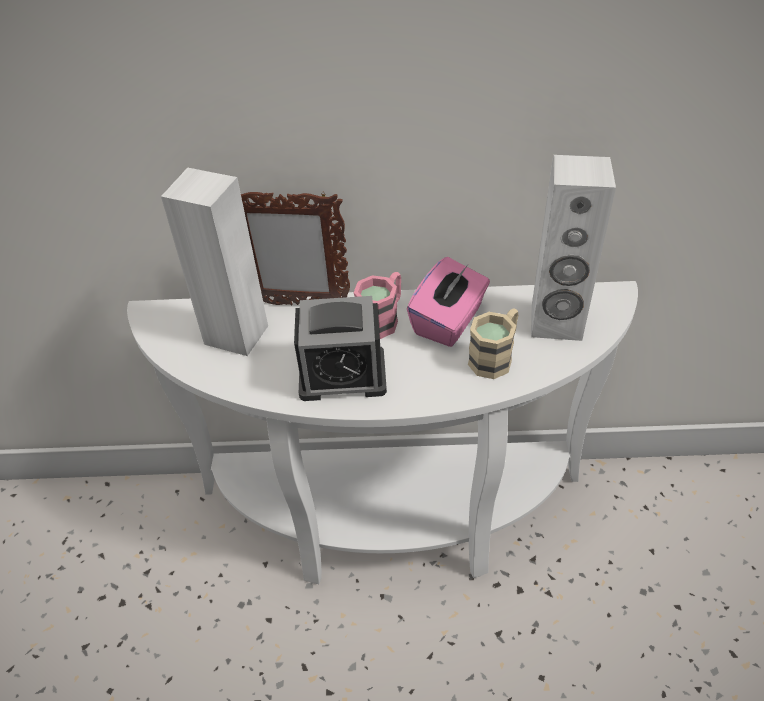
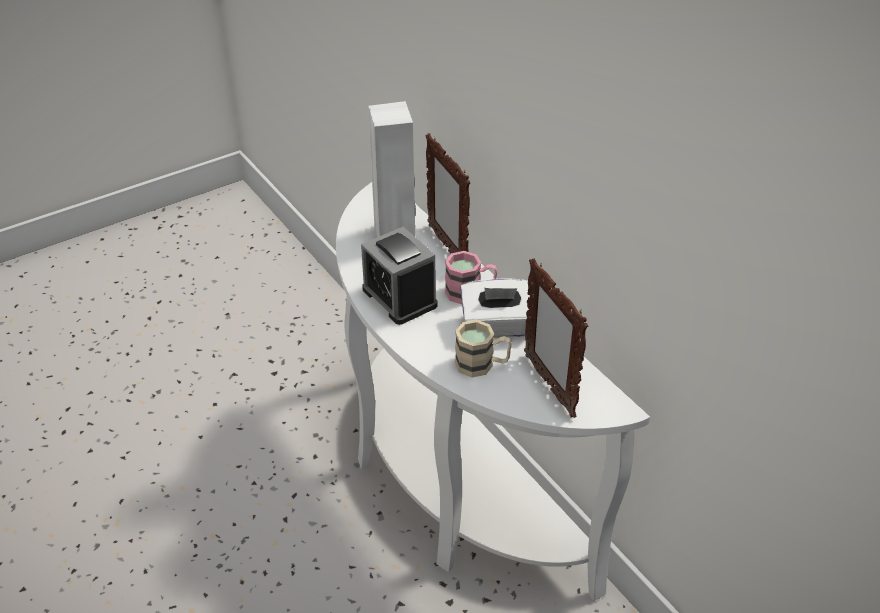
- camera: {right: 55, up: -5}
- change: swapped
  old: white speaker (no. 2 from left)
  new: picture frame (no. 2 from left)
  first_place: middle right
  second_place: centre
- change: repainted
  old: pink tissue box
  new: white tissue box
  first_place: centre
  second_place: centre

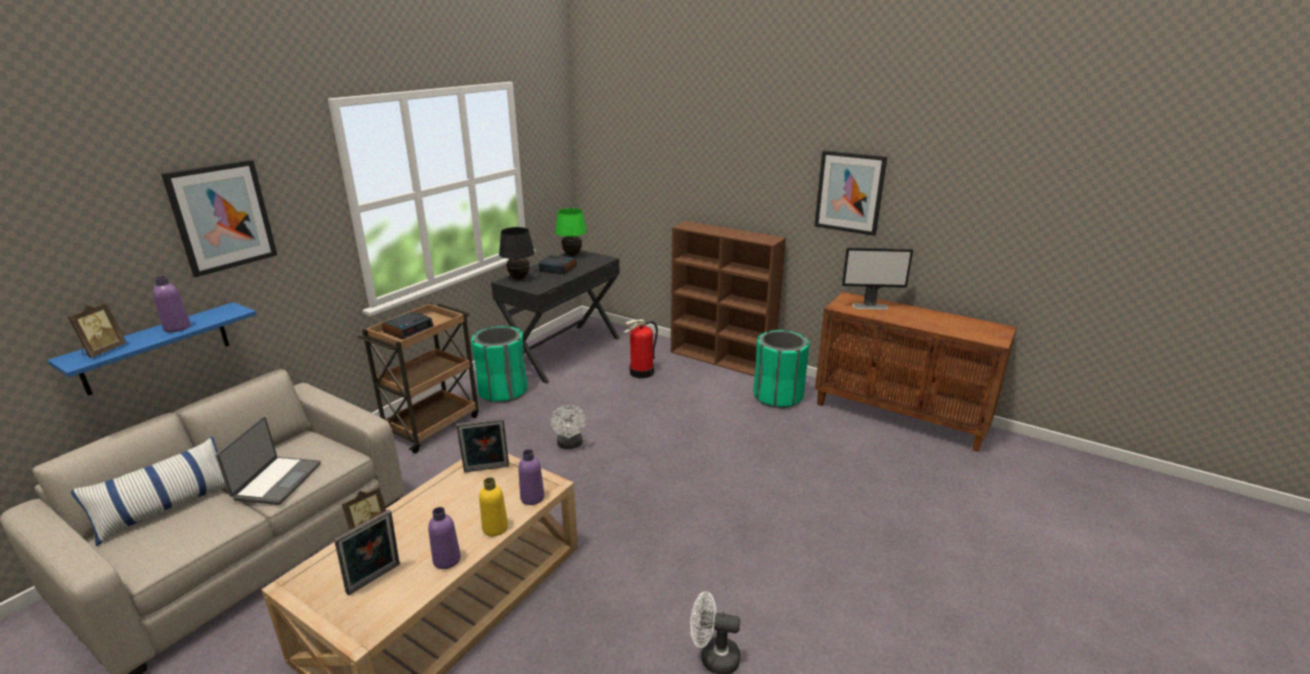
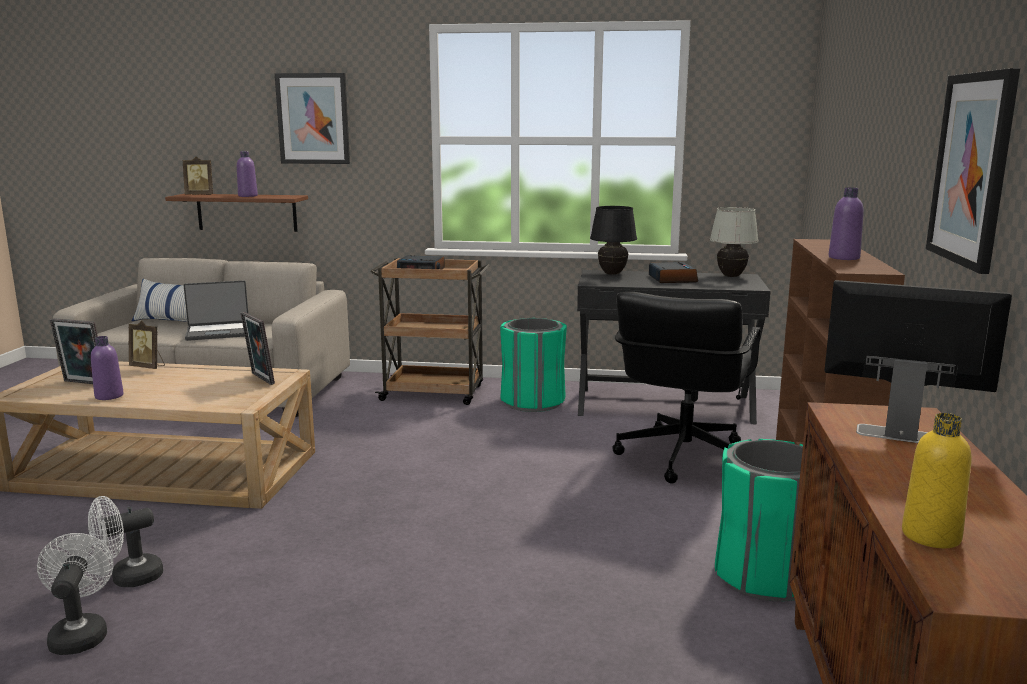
- camera: {right: 65, up: -10}
- change: shifted
  old: yellow bottle
  first_place: bottom centre
  second_place: bottom right
- change: shifted
  old: purple bottle (no. 3 from left)
  first_place: bottom centre
  second_place: top right
- change: shifted
  old: white fan (no. 1 from left in the first image)
  new: white fan (no. 2 from left)
  first_place: centre
  second_place: bottom left
- change: swapped
  old: fire extinguisher
  new: black office chair
  first_place: centre
  second_place: middle right
- change: repainted
  old: blue shelf
  new: brown shelf
  first_place: middle left
  second_place: top left
- change: repainted
  old: green table lamp
  new: white table lamp
  first_place: centre
  second_place: middle right
- change: rotated
  old: monitor
  first_place: middle right
  second_place: middle right
  degrees: 135

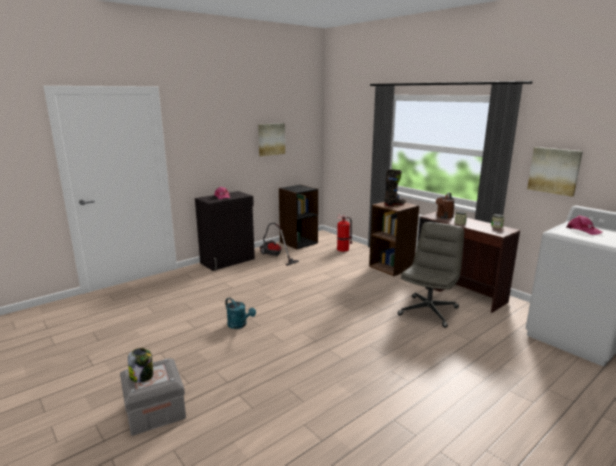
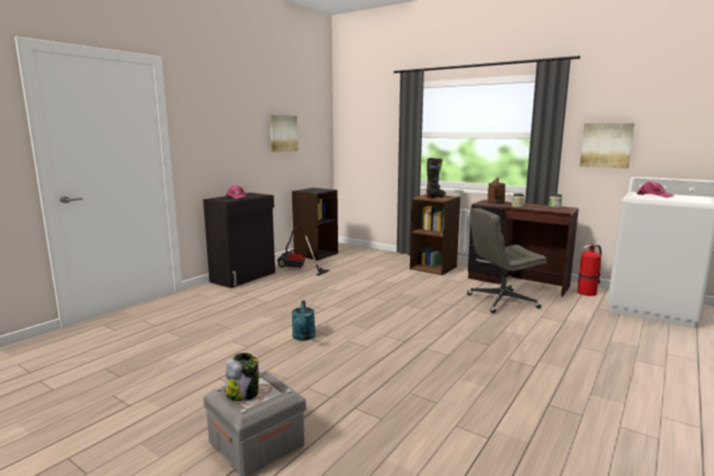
- camera: {right: -15, up: -5}
- change: shifted
  old: fire extinguisher
  first_place: centre
  second_place: middle right
- change: rotated
  old: turquoise watering can
  first_place: bottom centre
  second_place: bottom centre
  degrees: 60
- change: rotated
  old: grey office chair
  first_place: middle right
  second_place: middle right
  degrees: -120

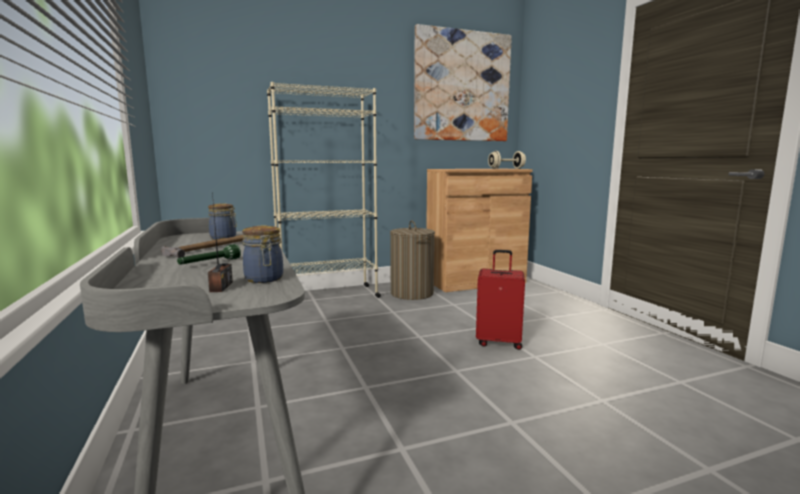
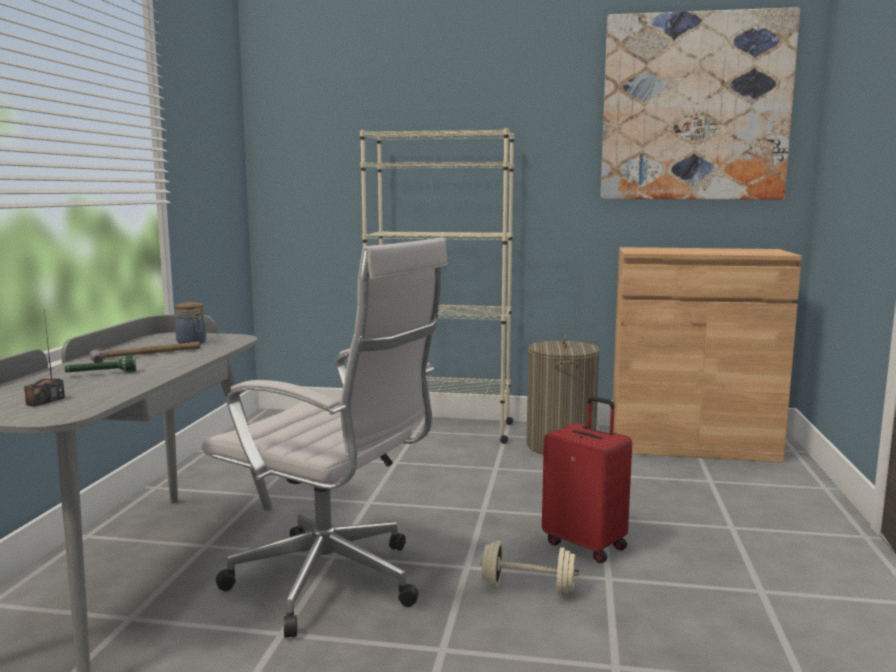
- camera: {right: 30, up: 0}
- change: gone
  old: jar (no. 2 from left)
  first_place: middle left
- change: new
  new: white office chair
  second_place: centre
- change: shifted
  old: beige dumbbell
  first_place: top centre
  second_place: bottom centre

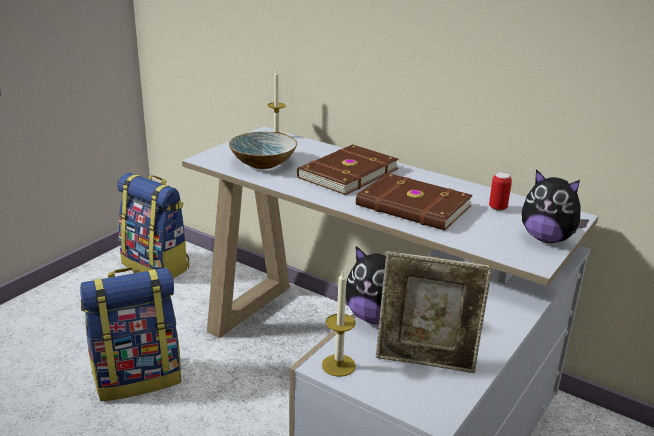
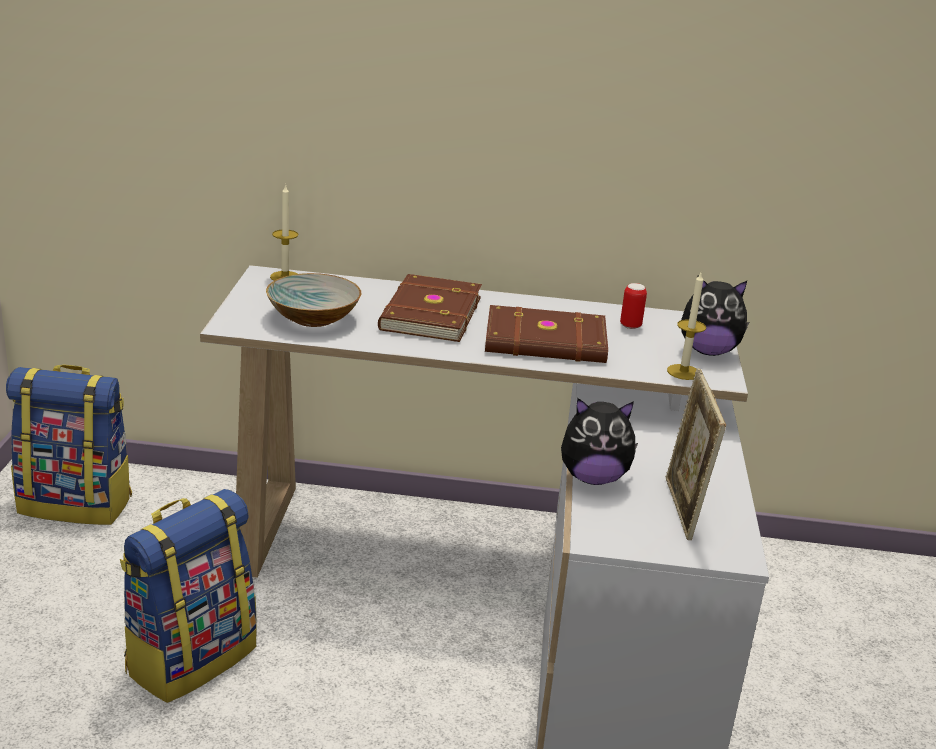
- camera: {right: -30, up: 0}
- change: shifted
  old: candle (no. 2 from left)
  first_place: bottom centre
  second_place: middle right
- change: rotated
  old: picture frame
  first_place: bottom centre
  second_place: middle right
  degrees: 105

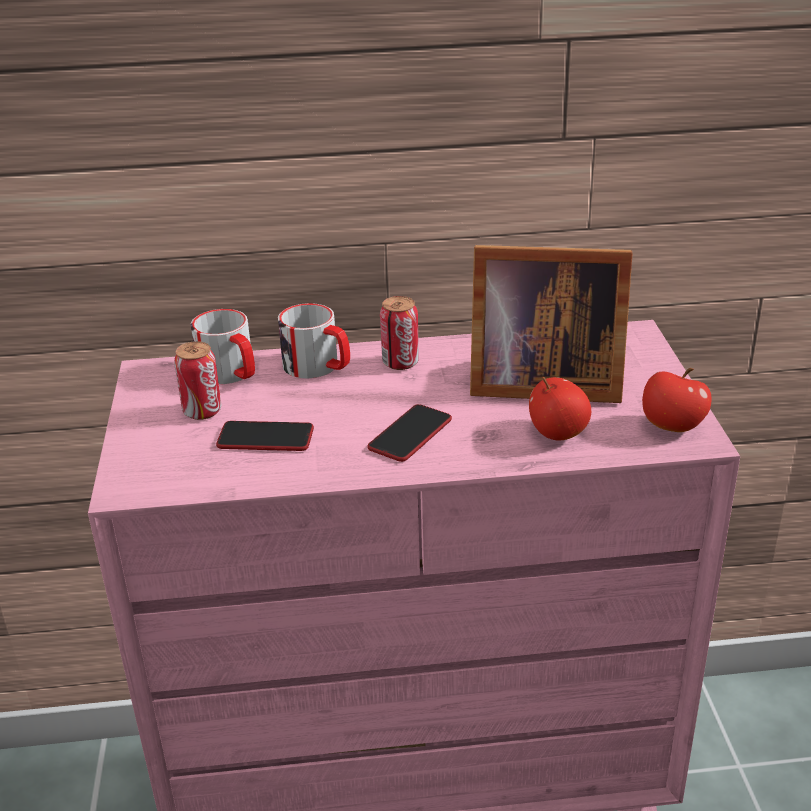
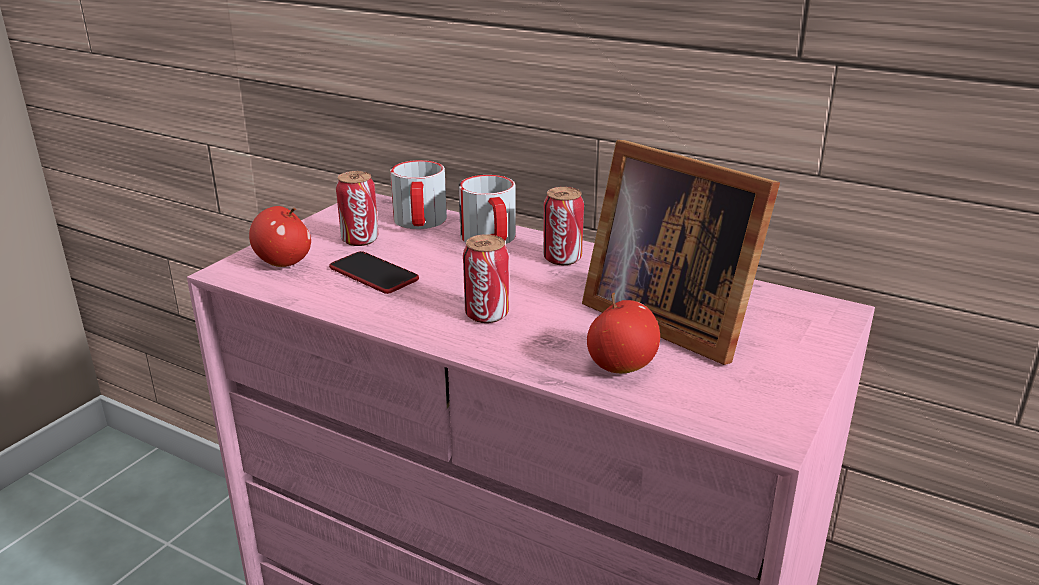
- camera: {right: 35, up: -5}
- change: shifted
  old: apple (no. 2 from left in the first image)
  new: apple (no. 1 from left)
  first_place: middle right
  second_place: middle left
- change: swapped
  old: phone (no. 2 from left)
  new: can (no. 2 from left)
  first_place: centre
  second_place: centre

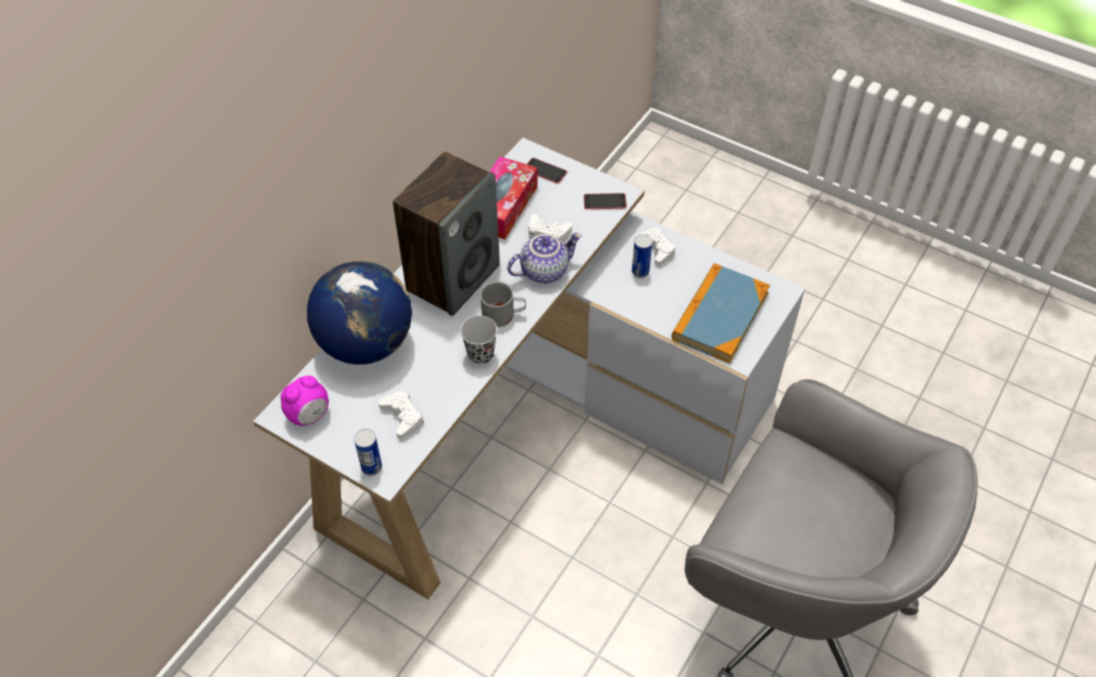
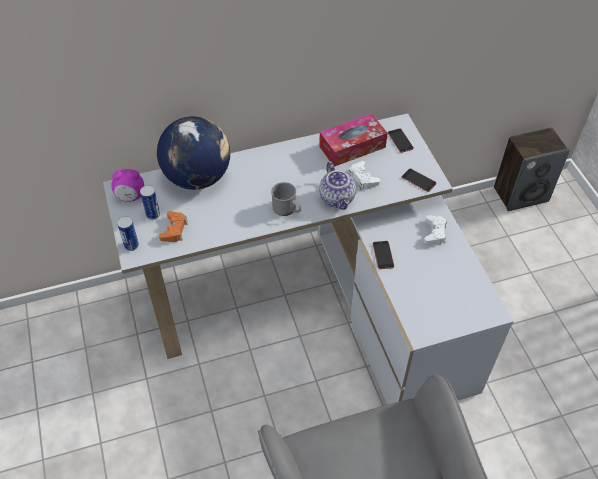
- camera: {right: 40, up: 0}
- change: gone
  old: black cup
  first_place: centre
- change: gone
  old: book
  first_place: centre
- change: new
  new: phone (no. 1 from left)
  second_place: centre
- change: shifted
  old: speaker
  first_place: centre
  second_place: middle right
- change: shifted
  old: can (no. 2 from left)
  first_place: centre
  second_place: middle left
- change: repainted
  old: white game controller (no. 1 from left)
  new: orange game controller
  first_place: centre
  second_place: middle left
- change: rotated
  old: teapot
  first_place: centre
  second_place: centre
  degrees: 60

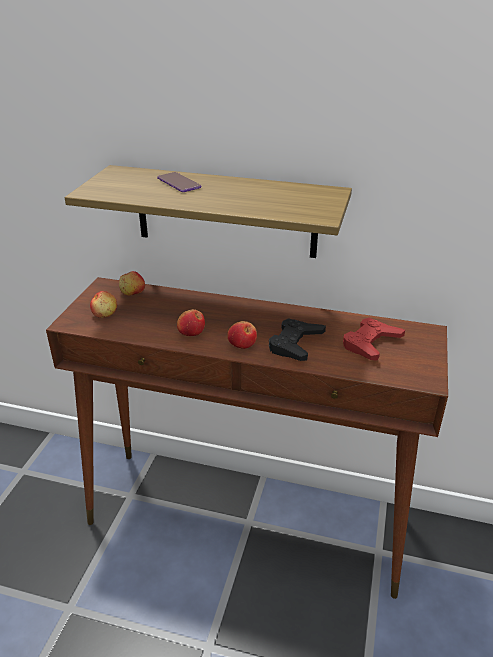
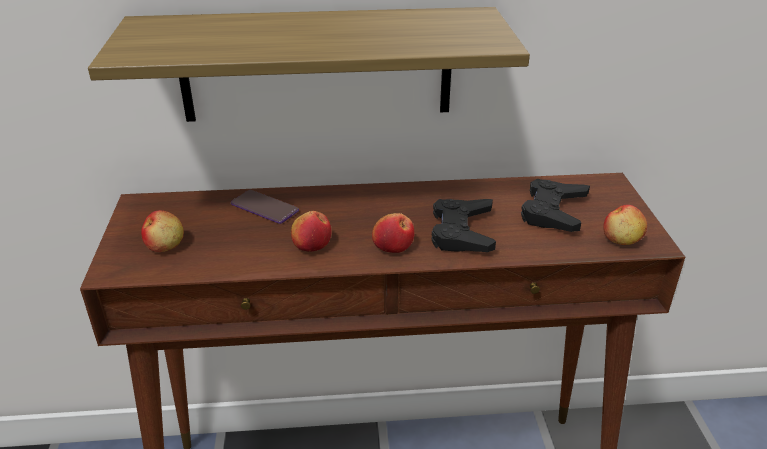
- camera: {right: -20, up: 0}
- change: shifted
  old: apple (no. 2 from left in the first image)
  new: apple (no. 4 from left)
  first_place: middle left
  second_place: middle right
- change: shifted
  old: phone
  first_place: top centre
  second_place: centre
- change: repainted
  old: red game controller
  new: black game controller (no. 2 from left)
  first_place: middle right
  second_place: middle right

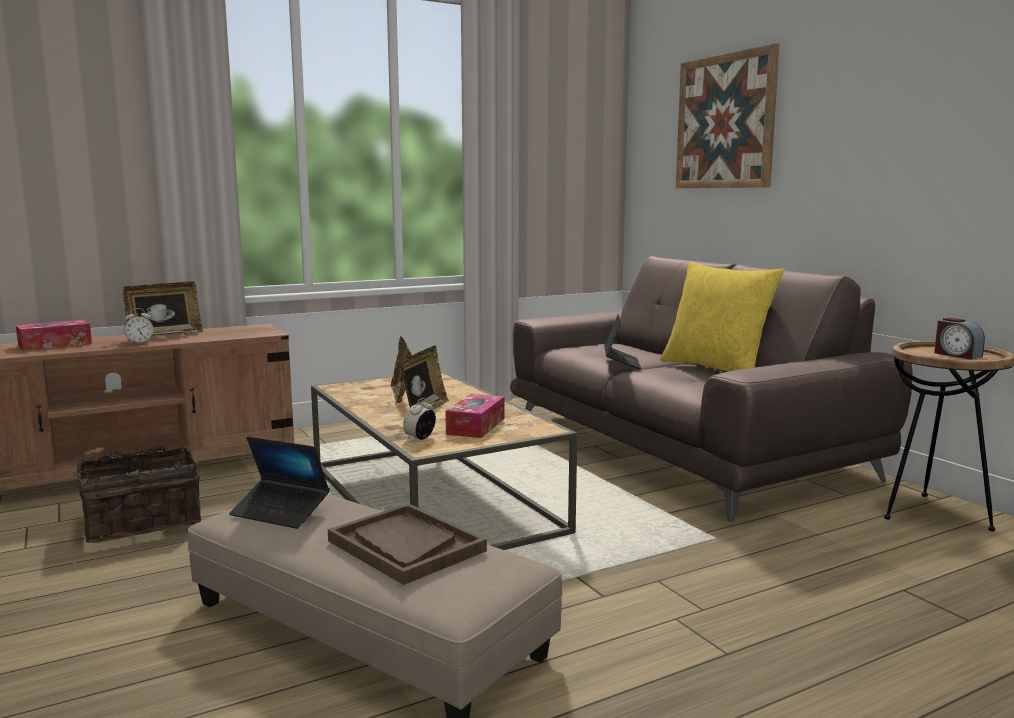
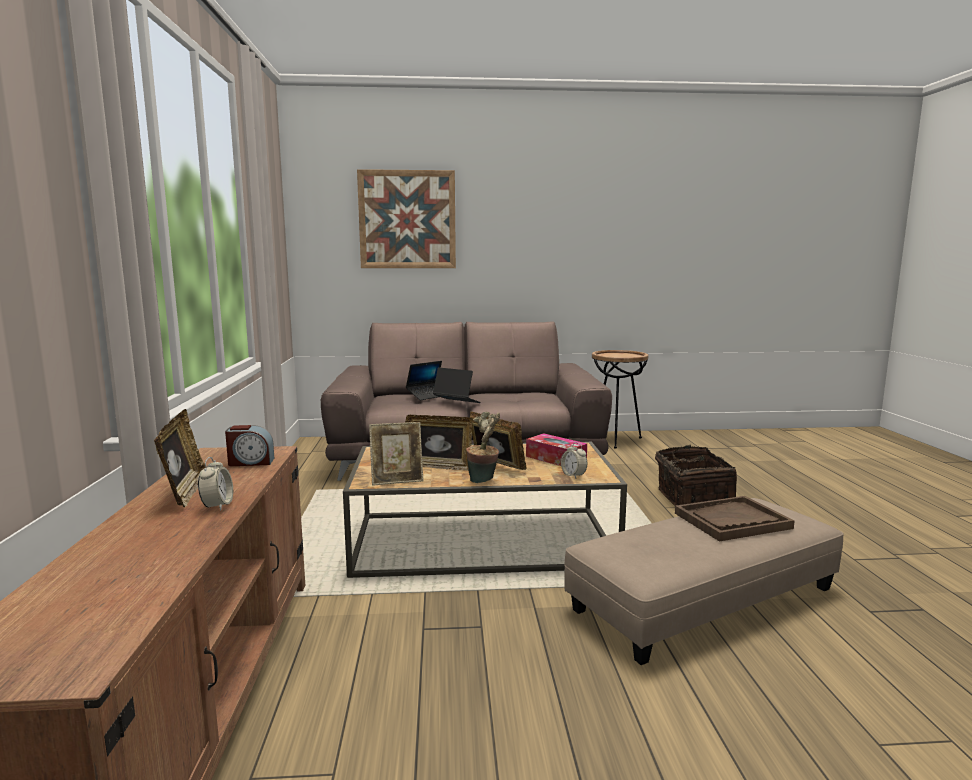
- camera: {right: -65, up: 0}
- change: gone
  old: tissue box (no. 1 from left)
  first_place: middle left
- change: gone
  old: yellow pillow
  first_place: middle right
- change: new
  new: picture frame (no. 2 from left)
  second_place: centre
- change: new
  new: potted plant
  second_place: centre
- change: shifted
  old: basket
  first_place: bottom left
  second_place: middle right
- change: shifted
  old: laptop (no. 1 from left)
  first_place: bottom left
  second_place: centre
- change: shifted
  old: alarm clock (no. 3 from left in the first image)
  new: alarm clock (no. 2 from left)
  first_place: middle right
  second_place: middle left

